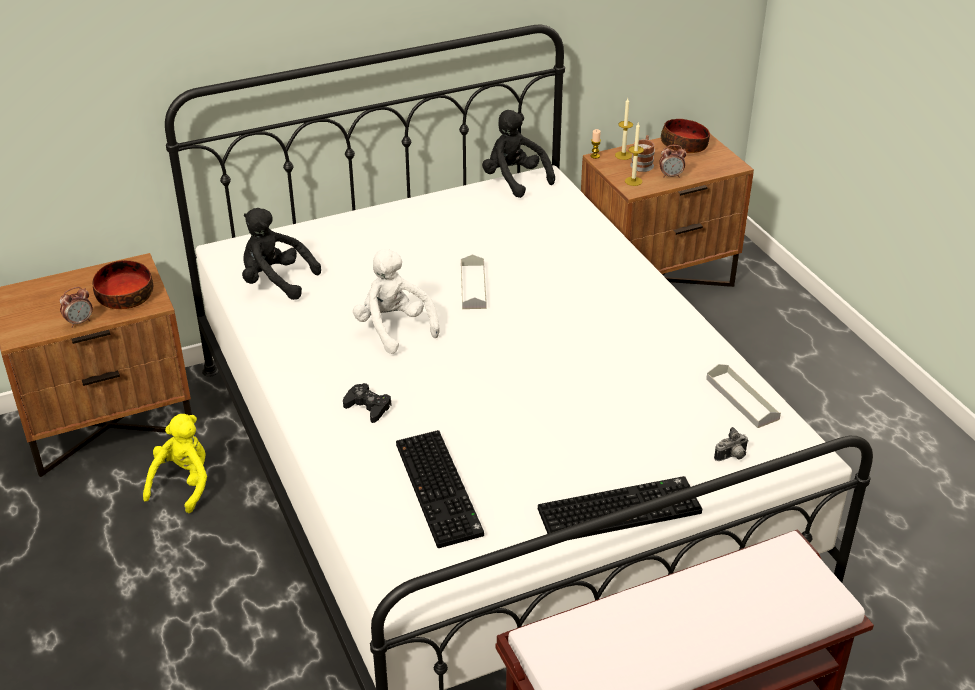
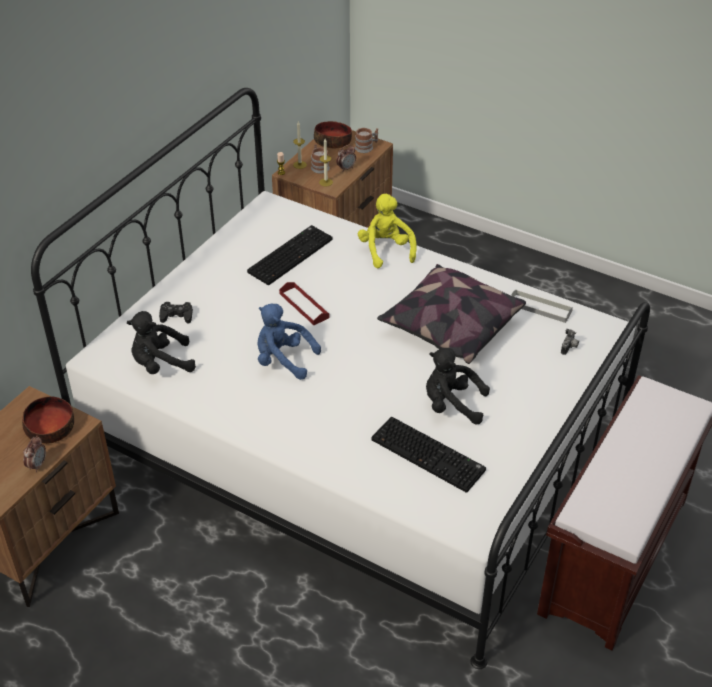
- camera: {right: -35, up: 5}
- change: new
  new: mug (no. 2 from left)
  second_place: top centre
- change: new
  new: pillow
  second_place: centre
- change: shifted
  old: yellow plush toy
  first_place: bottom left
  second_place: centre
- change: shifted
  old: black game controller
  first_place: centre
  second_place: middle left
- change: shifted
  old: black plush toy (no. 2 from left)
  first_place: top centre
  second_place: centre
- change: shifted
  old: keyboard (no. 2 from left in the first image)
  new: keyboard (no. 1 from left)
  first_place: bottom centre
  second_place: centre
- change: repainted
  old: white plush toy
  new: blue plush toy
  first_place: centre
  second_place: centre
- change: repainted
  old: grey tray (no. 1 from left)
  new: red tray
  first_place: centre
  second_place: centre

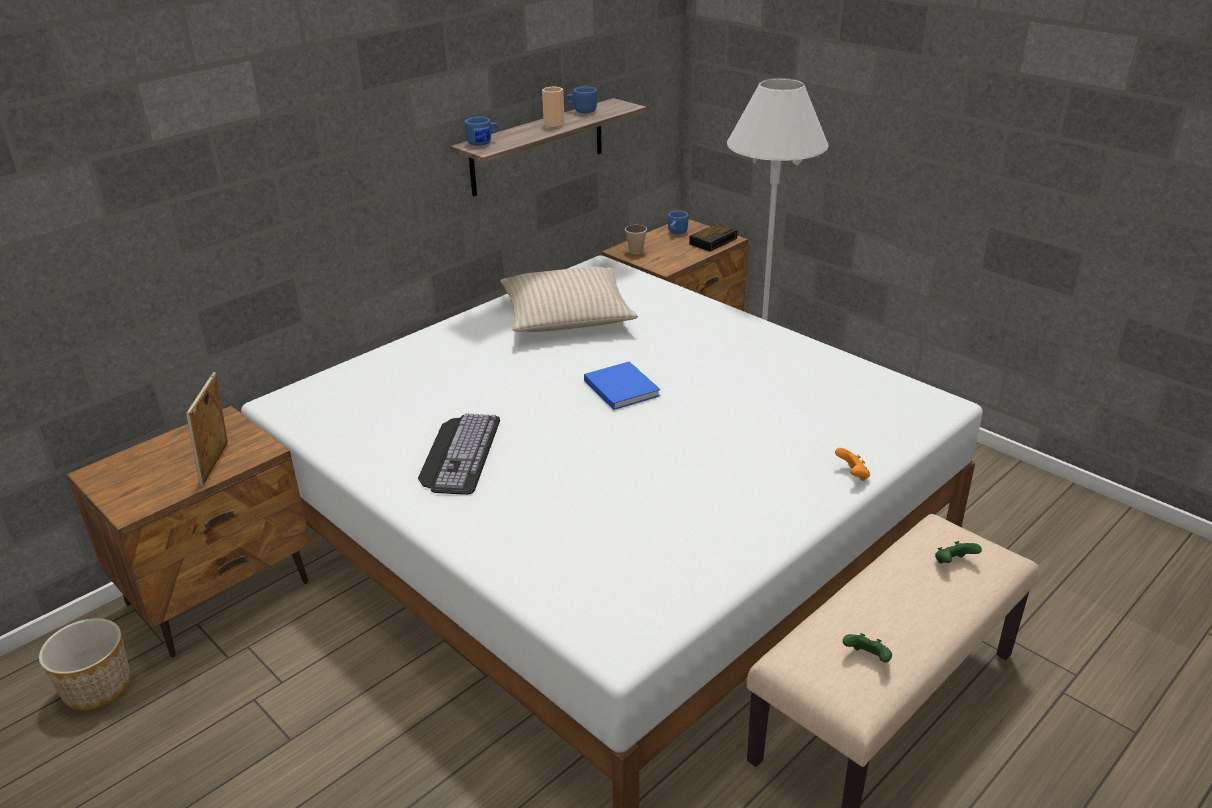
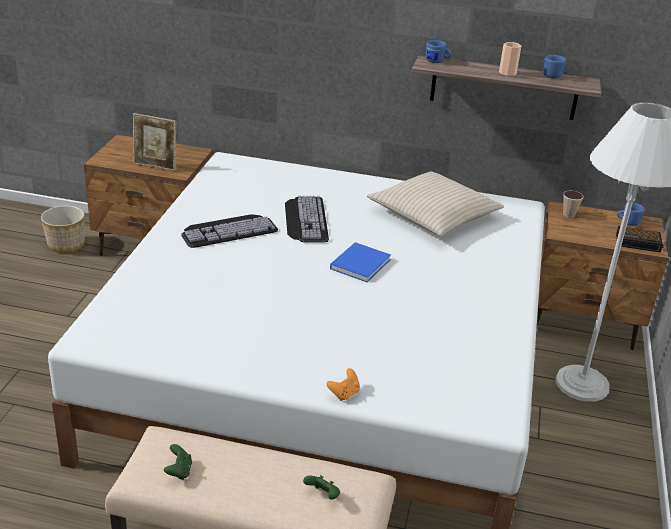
- camera: {right: 55, up: 0}
- change: new
  new: keyboard (no. 2 from left)
  second_place: centre
- change: rotated
  old: picture frame
  first_place: middle left
  second_place: top left
  degrees: -135

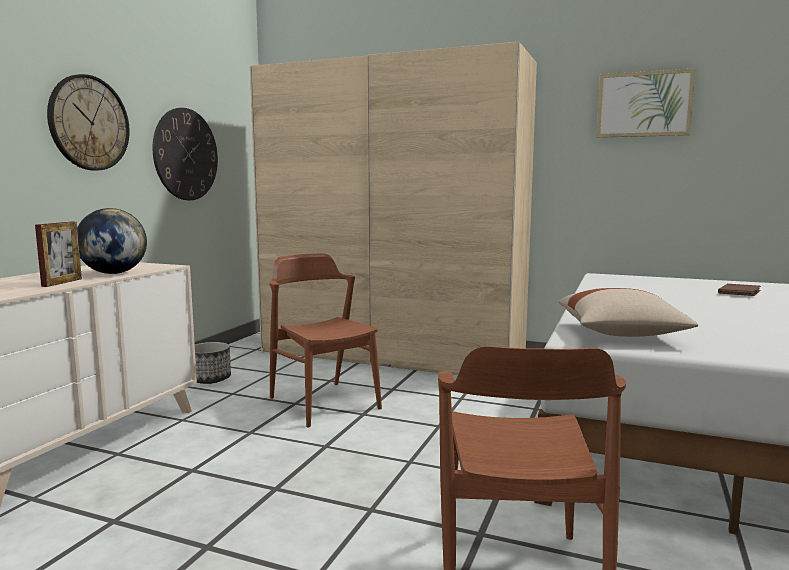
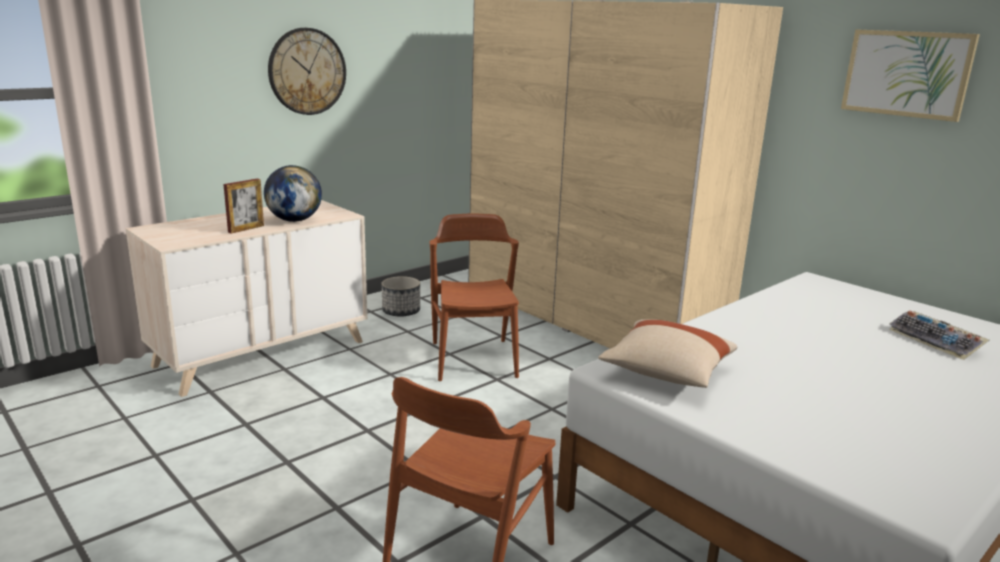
- camera: {right: 25, up: 10}
- change: gone
  old: wall clock (no. 2 from left)
  first_place: top left
- change: swapped
  old: brown book
  new: keyboard
  first_place: middle right
  second_place: middle right

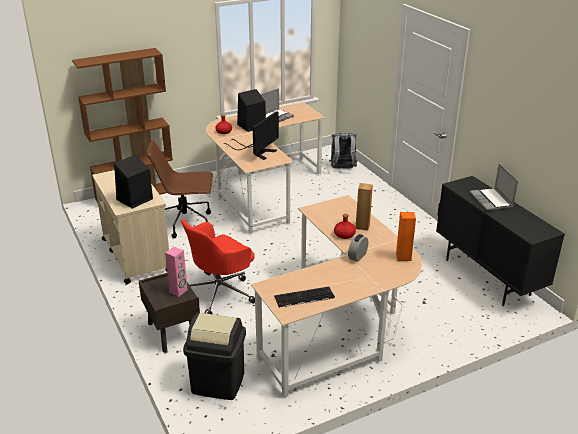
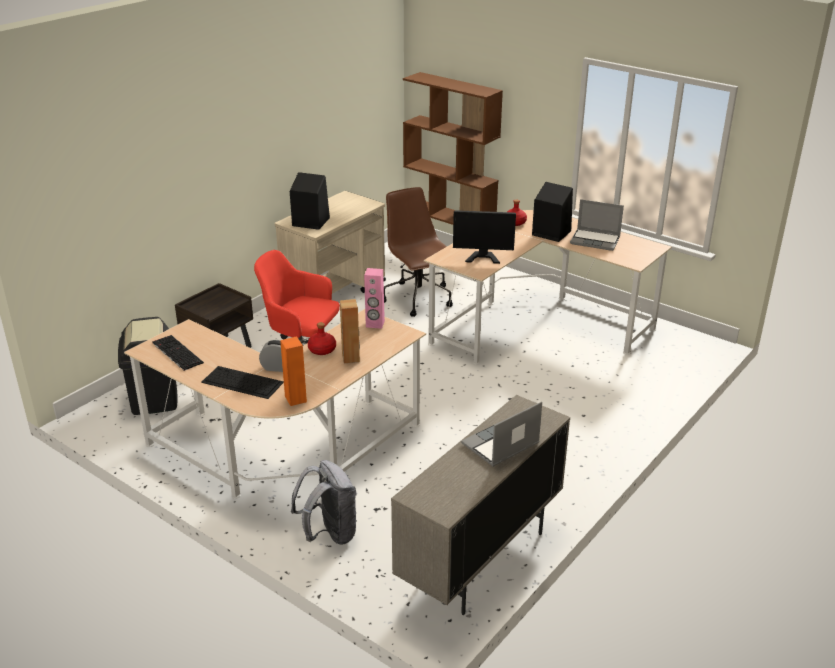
- camera: {right: 65, up: 0}
- change: new
  new: keyboard (no. 2 from left)
  second_place: middle left
- change: shifted
  old: pink speaker
  first_place: middle left
  second_place: centre
- change: shifted
  old: grey backpack
  first_place: centre
  second_place: bottom centre
- change: repainted
  old: black cabinet
  new: beige cabinet
  first_place: middle right
  second_place: bottom centre

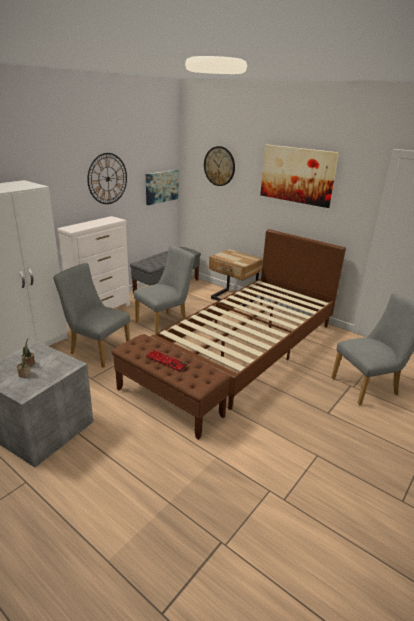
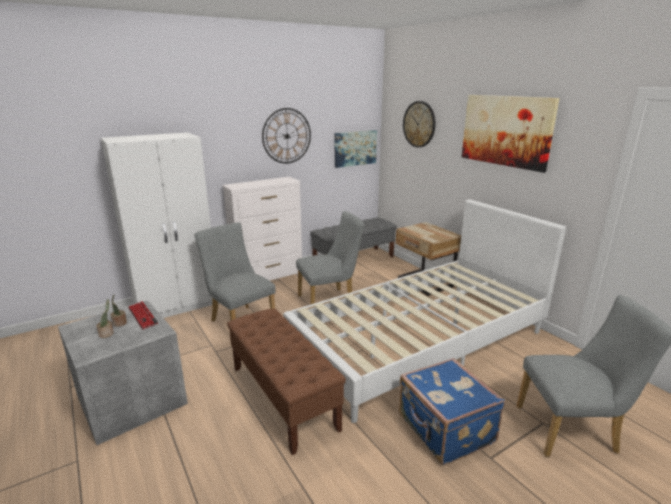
- camera: {right: 20, up: -5}
- change: new
  new: blue suitcase
  second_place: bottom right
- change: shifted
  old: keyboard
  first_place: centre
  second_place: middle left
- change: repainted
  old: brown bed
  new: white bed
  first_place: centre
  second_place: centre

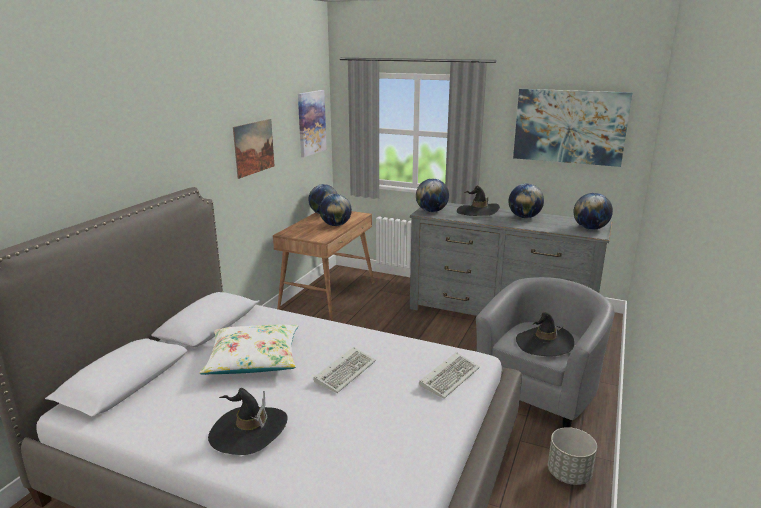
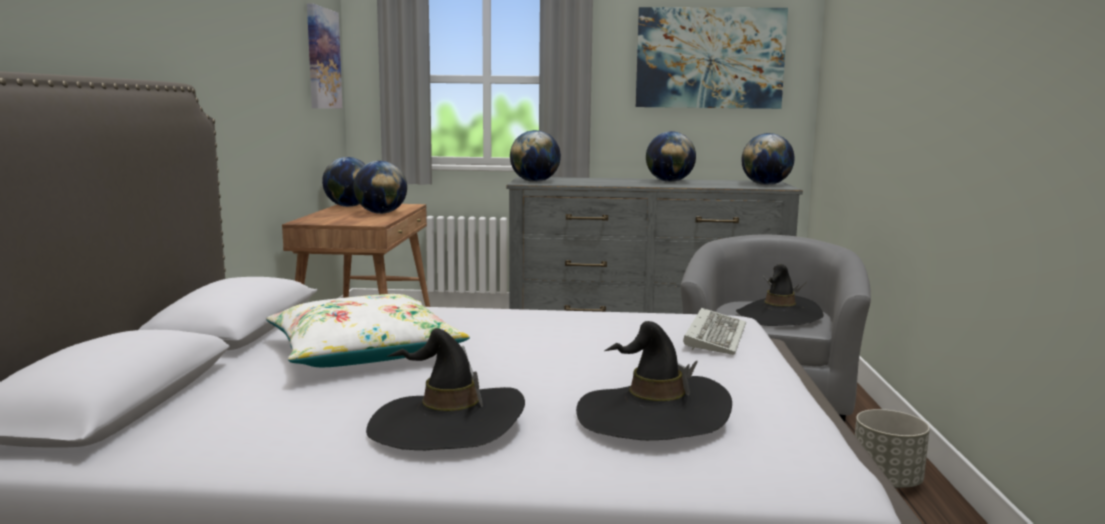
- camera: {right: -20, up: -10}
- change: gone
  old: picture (no. 1 from left)
  first_place: top left
- change: gone
  old: keyboard (no. 1 from left)
  first_place: bottom centre
- change: shifted
  old: black hat (no. 2 from left)
  first_place: centre
  second_place: bottom centre

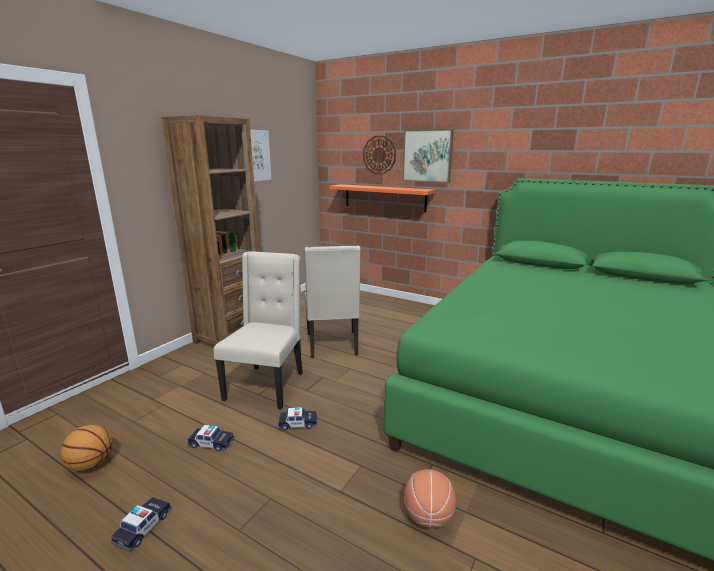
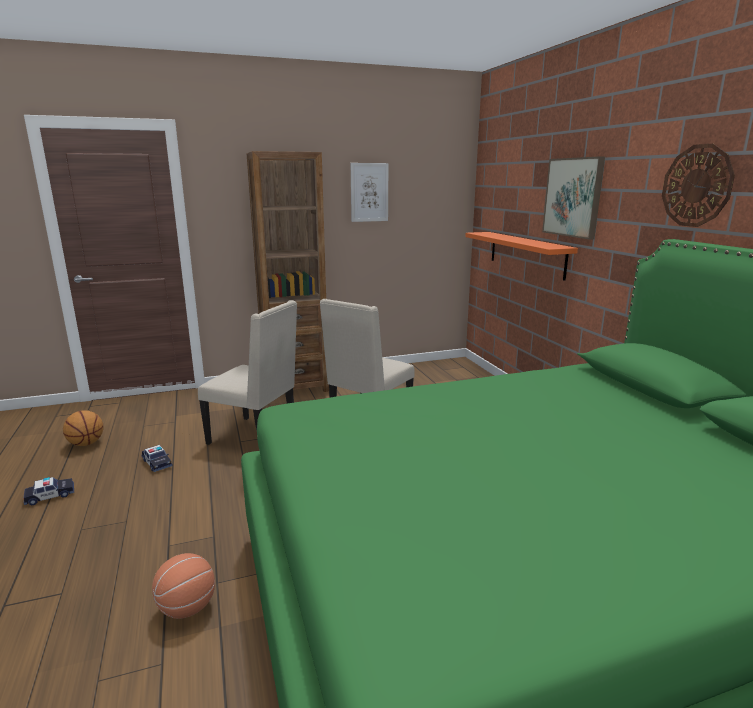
- camera: {right: 40, up: 0}
- change: gone
  old: toy car (no. 3 from left)
  first_place: bottom centre
- change: shifted
  old: wall clock
  first_place: top centre
  second_place: top right
- change: rotated
  old: beige chair (no. 1 from left)
  first_place: centre
  second_place: middle left
  degrees: 60

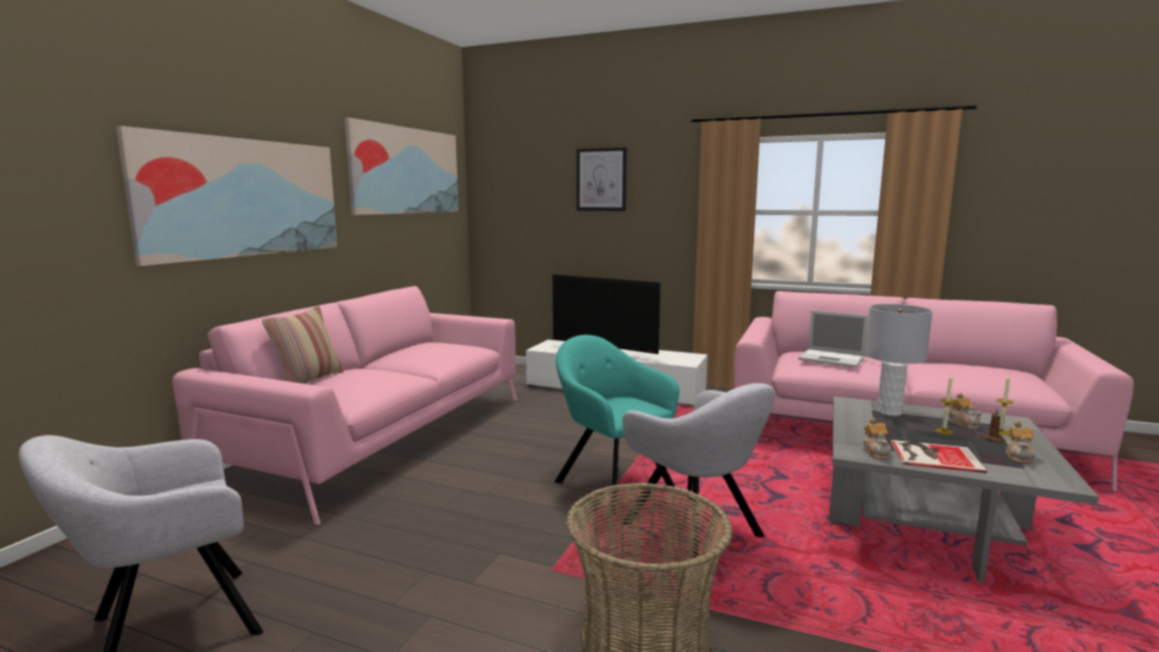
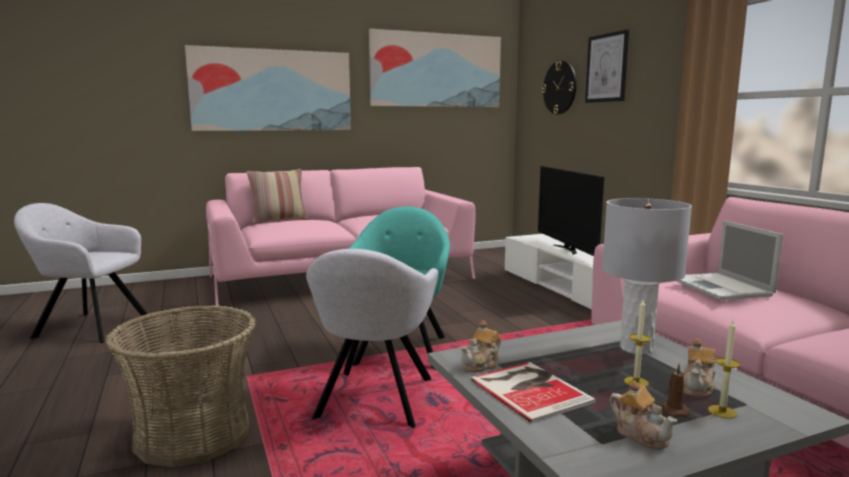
- camera: {right: 45, up: 0}
- change: new
  new: wall clock
  second_place: top centre
- change: rotated
  old: teapot (no. 3 from left in the first image)
  first_place: bottom right
  second_place: bottom right
  degrees: -105

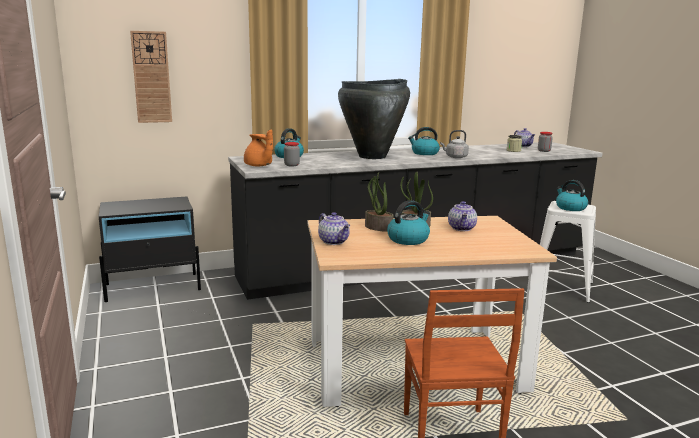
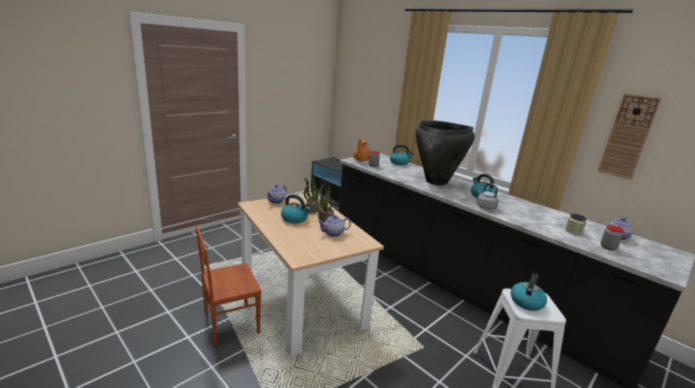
- camera: {right: 65, up: 5}
- change: shifted
  old: wall clock
  first_place: top left
  second_place: middle right

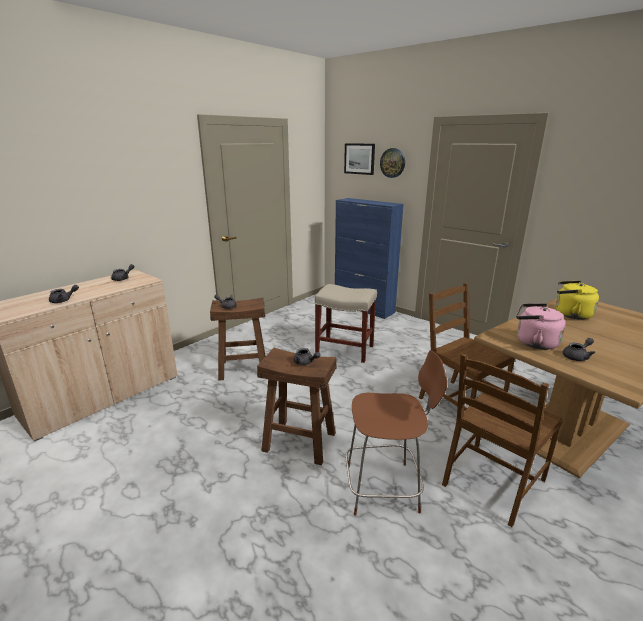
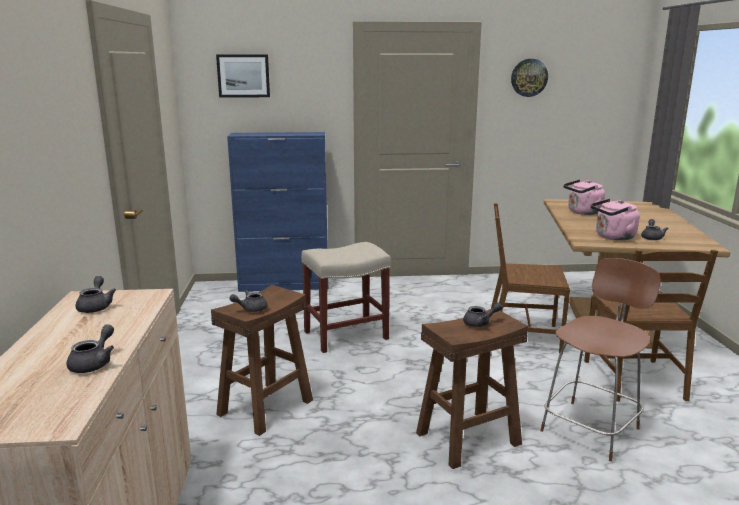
- camera: {right: -45, up: -5}
- change: shifted
  old: wall clock
  first_place: top centre
  second_place: top right
- change: repainted
  old: yellow kettle
  new: pink kettle (no. 1 from left)
  first_place: middle right
  second_place: middle right

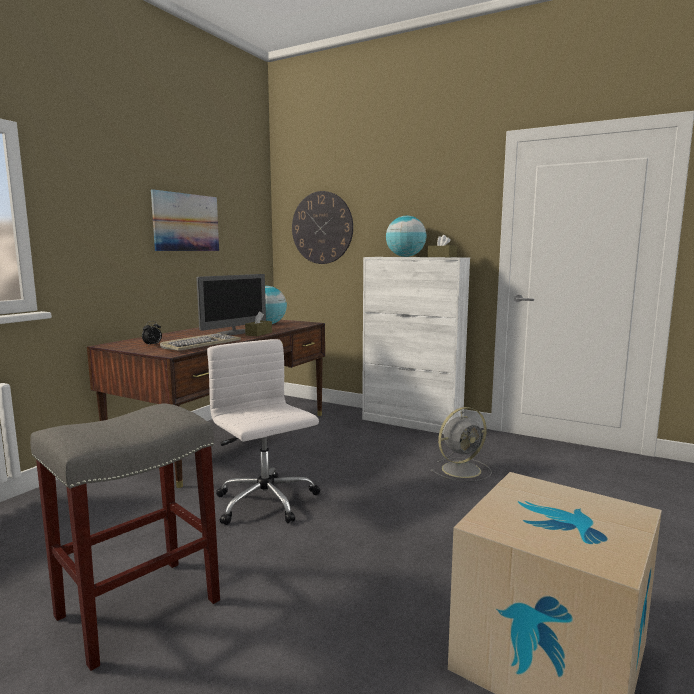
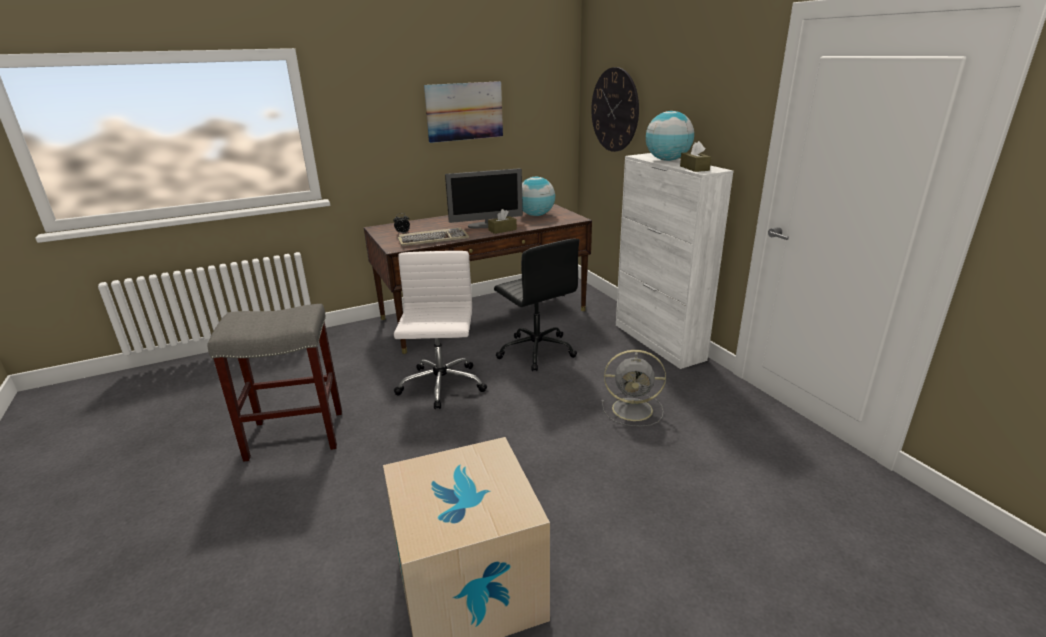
- camera: {right: 35, up: 15}
- change: new
  new: black office chair
  second_place: centre

